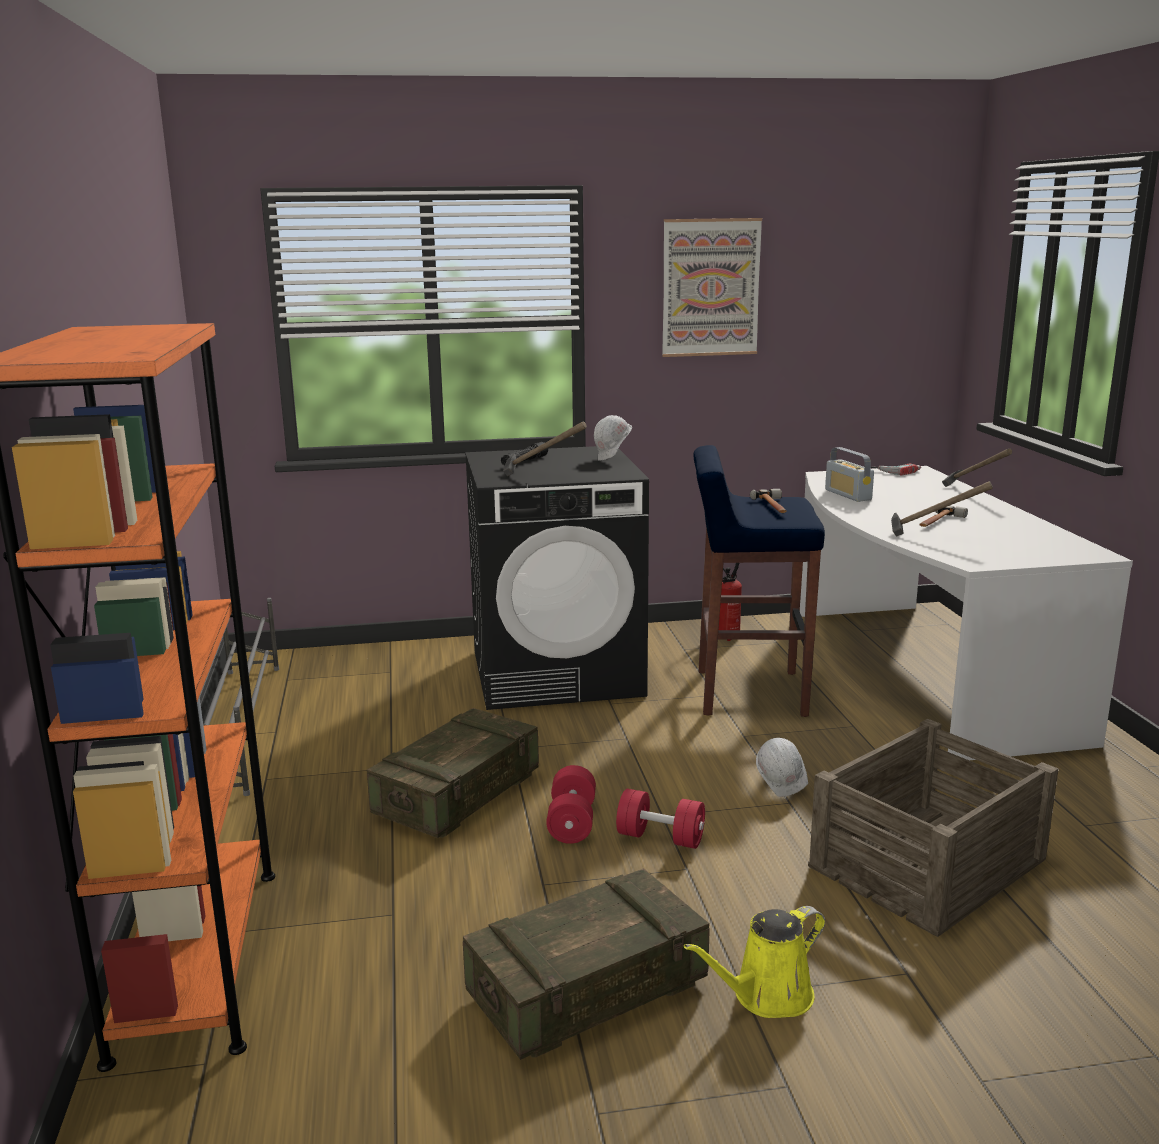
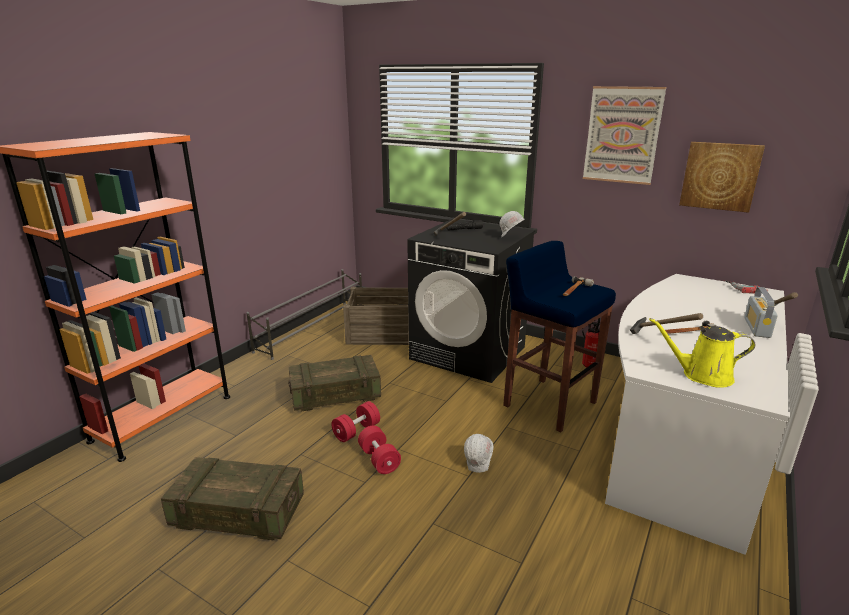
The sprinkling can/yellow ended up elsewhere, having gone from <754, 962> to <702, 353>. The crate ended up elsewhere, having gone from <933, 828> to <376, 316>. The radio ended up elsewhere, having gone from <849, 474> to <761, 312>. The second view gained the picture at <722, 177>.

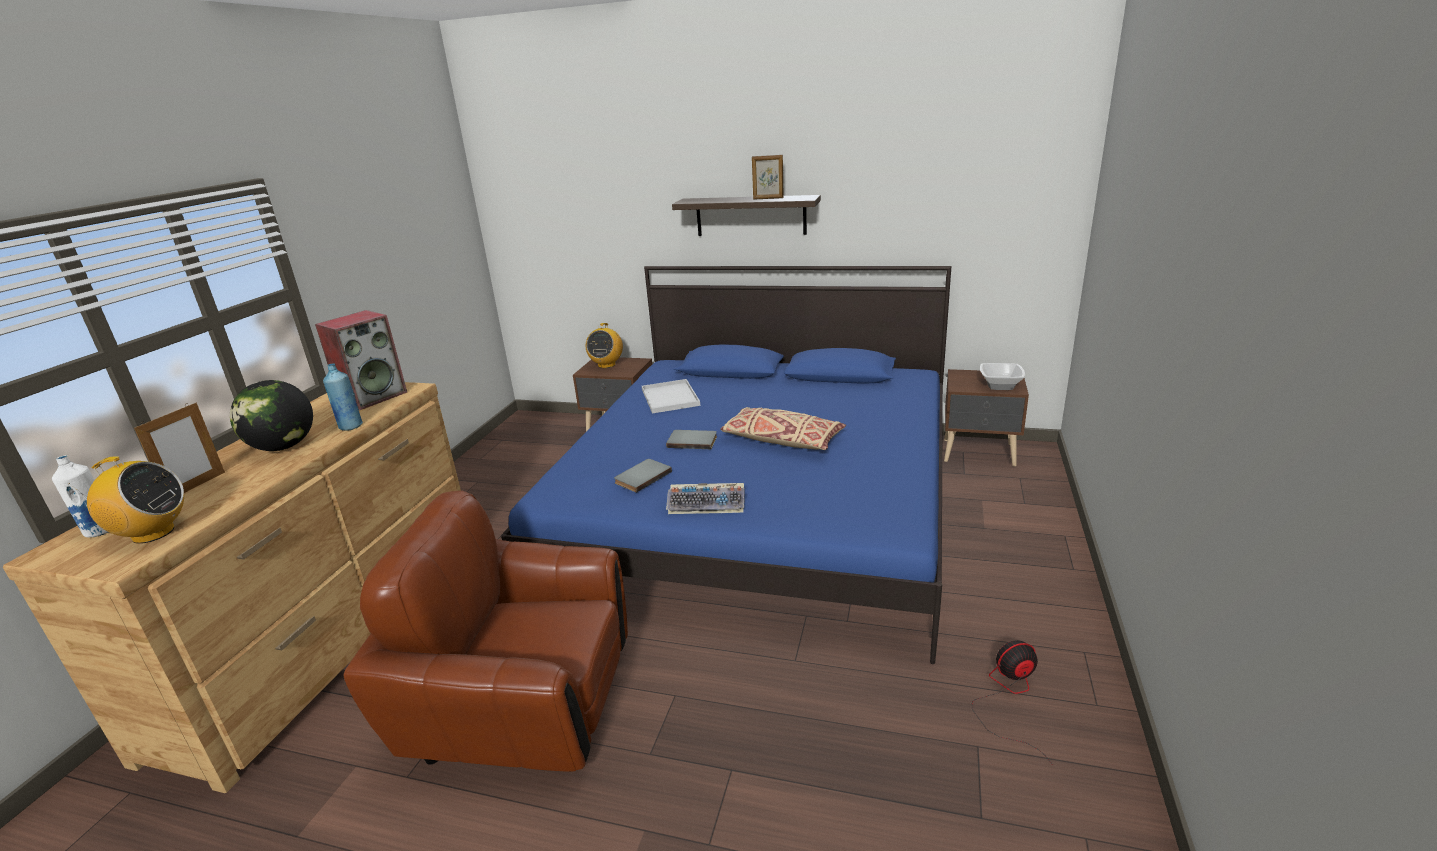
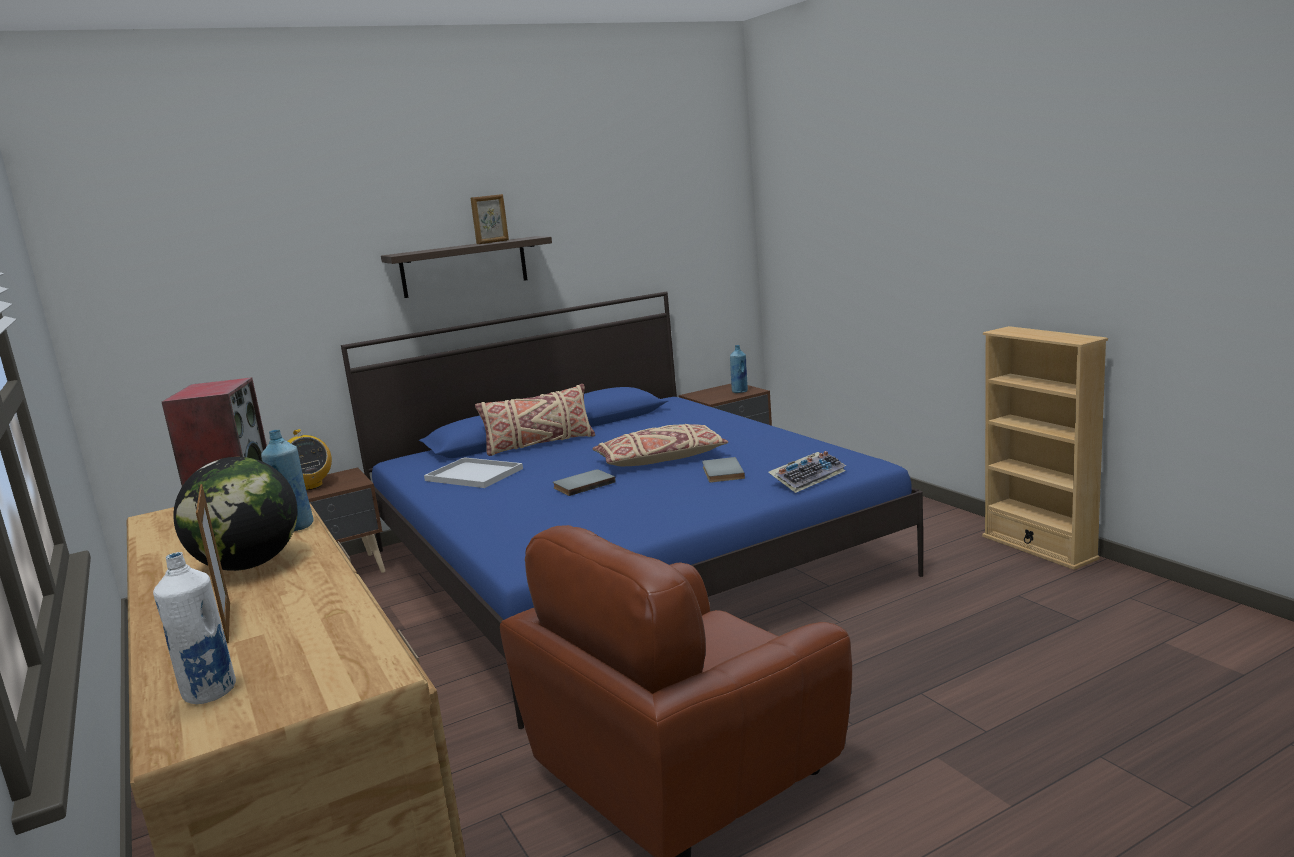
The second view lost the radio at <126, 500>. The bound book/greyish ended up elsewhere, having gone from <643, 476> to <723, 470>. The computer keyboard ended up elsewhere, having gone from <705, 498> to <807, 472>. The second view lost the electric fan at <1012, 702>. Where the deep dish stood at <1002, 376>, the drink bottle/blue-coloured came to stand at <739, 369>. The second view gained the throw pillow/sand-coloured at <535, 420>. The second view gained the shelving unit/sand-coloured at <1045, 448>.

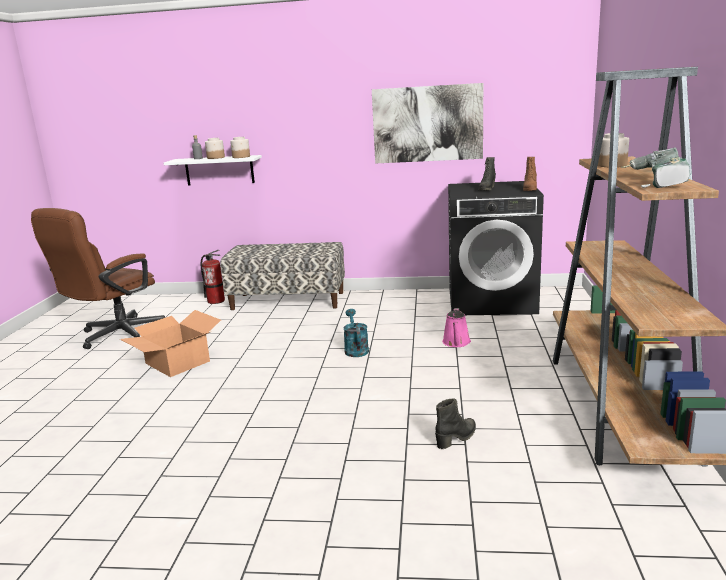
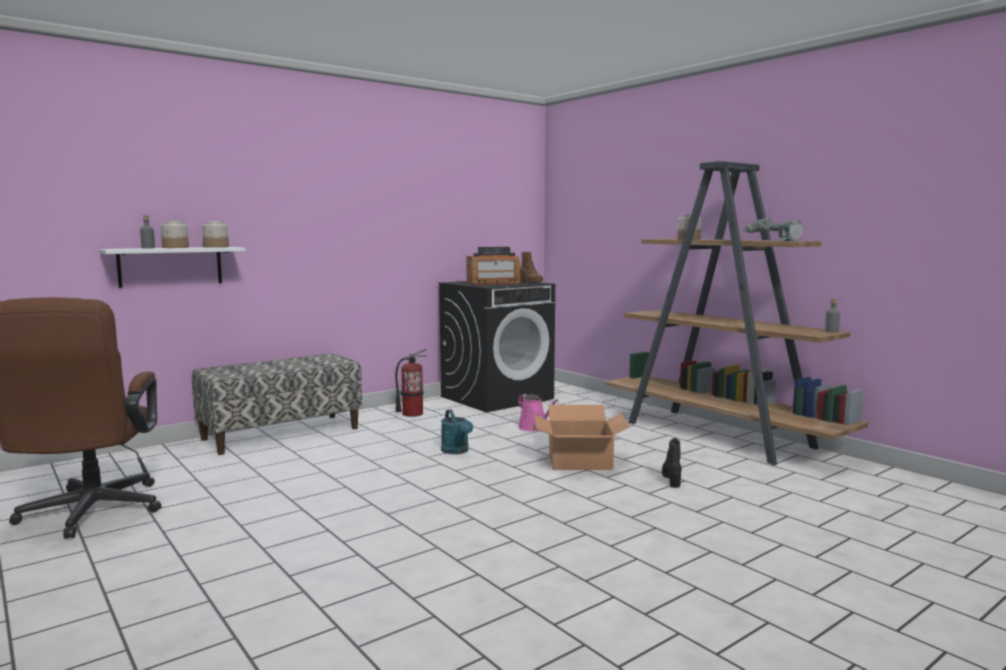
The cardboard box ended up elsewhere, having gone from <170, 343> to <582, 437>. The extinguisher ended up elsewhere, having gone from <213, 277> to <410, 383>. The sprinkling can/turquoise at <356, 333> ended up facing another way, 150 degrees counterclockwise from before. The second view lost the picture at <427, 123>. Where the boot/black-coloured stood at <487, 173>, the radio came to stand at <493, 266>. The second view gained the drink bottle/greyish at <832, 315>.

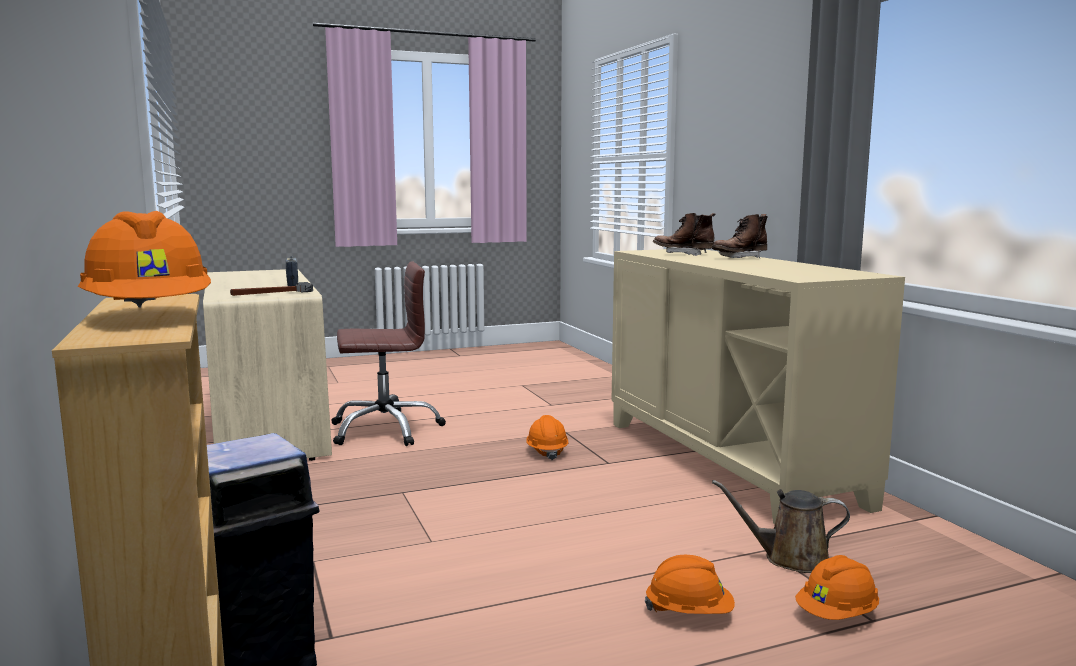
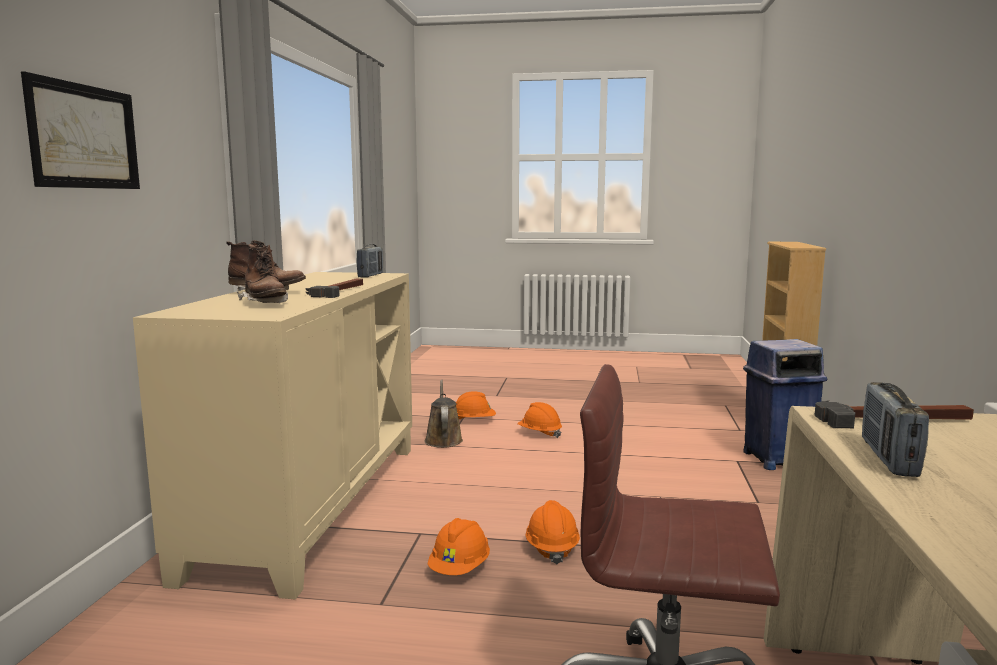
The safety helmet/orange ended up elsewhere, having gone from <144, 259> to <552, 532>. The sprinkling can/brown-coloured at <781, 526> ended up facing another way, 135 degrees counterclockwise from before. The second view gained the picture at <80, 130>. The second view gained the hand hammer at <334, 288>. The second view gained the radio at <370, 261>.

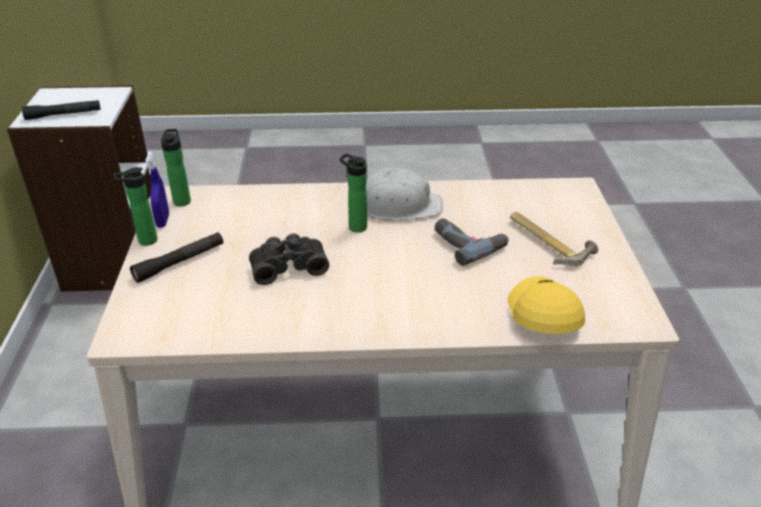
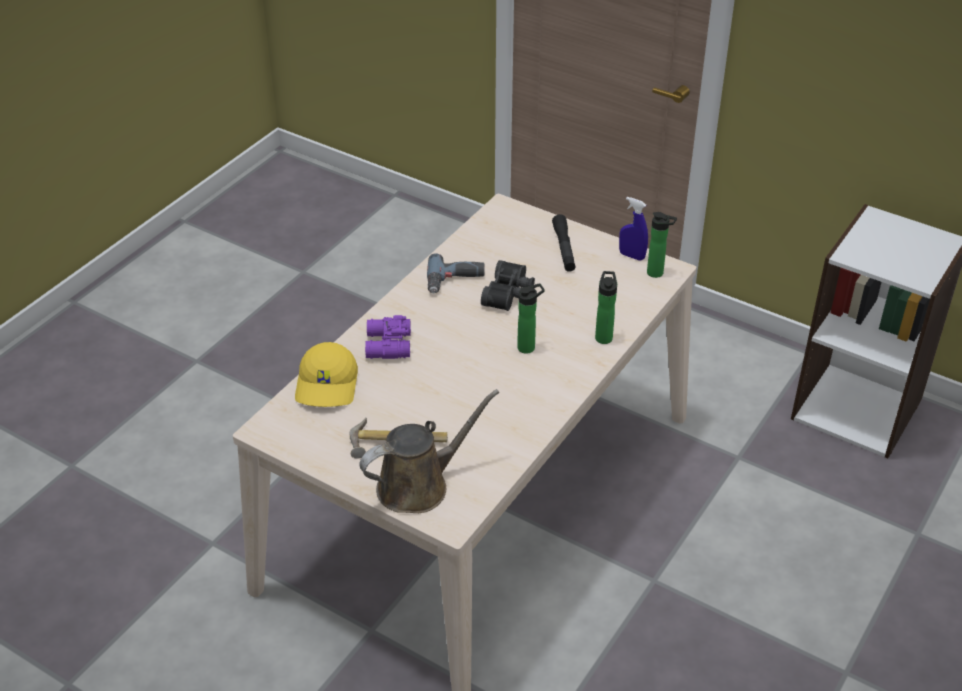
The second view lost the flashlight/black-coloured at <61, 110>. The drink bottle ended up elsewhere, having gone from <135, 206> to <606, 307>. The second view lost the safety helmet/whitish at <404, 194>. The drill ended up elsewhere, having gone from <472, 242> to <456, 273>. The cap/yellow at <546, 305> ended up facing another way, 60 degrees clockwise from before. The second view gained the sprinkling can/brown-coloured at <429, 451>. The second view gained the pair of binoculars/purplish at <388, 337>.

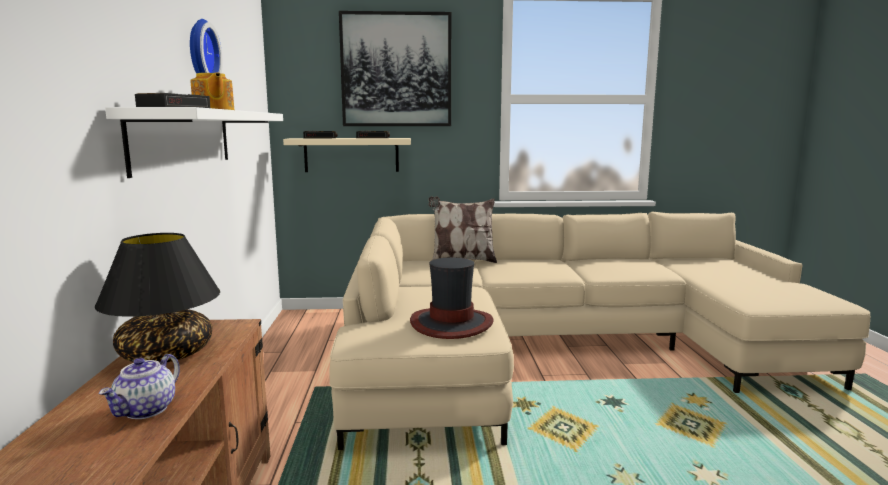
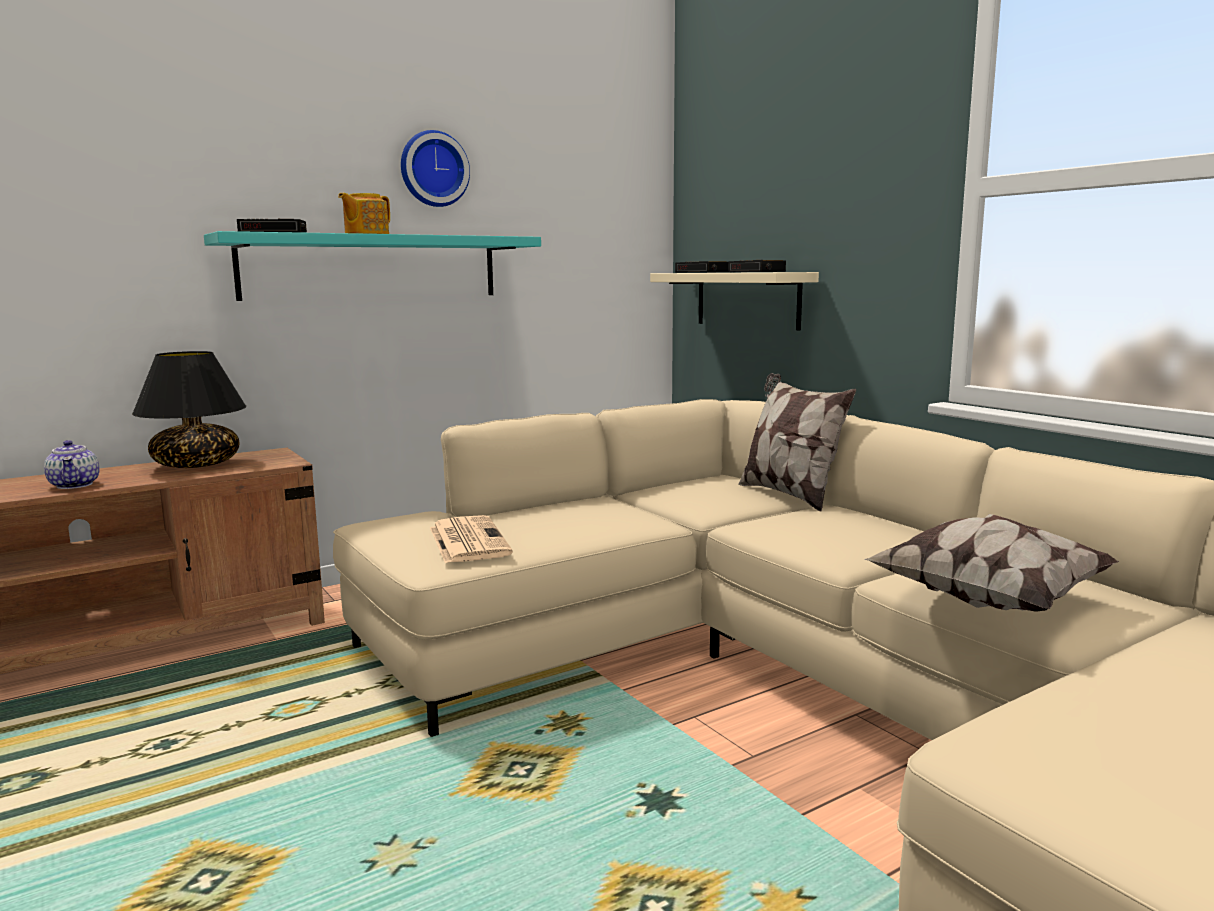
The teapot at <139, 386> ended up facing another way, 105 degrees counterclockwise from before. What was the wall shelf/whitish at <194, 142> turned into the wall shelf/turquoise at <372, 266>. The second view lost the picture at <395, 68>. Where the wearable hat stood at <452, 298>, the printed paper came to stand at <471, 539>. The second view gained the throw pillow at <991, 563>.

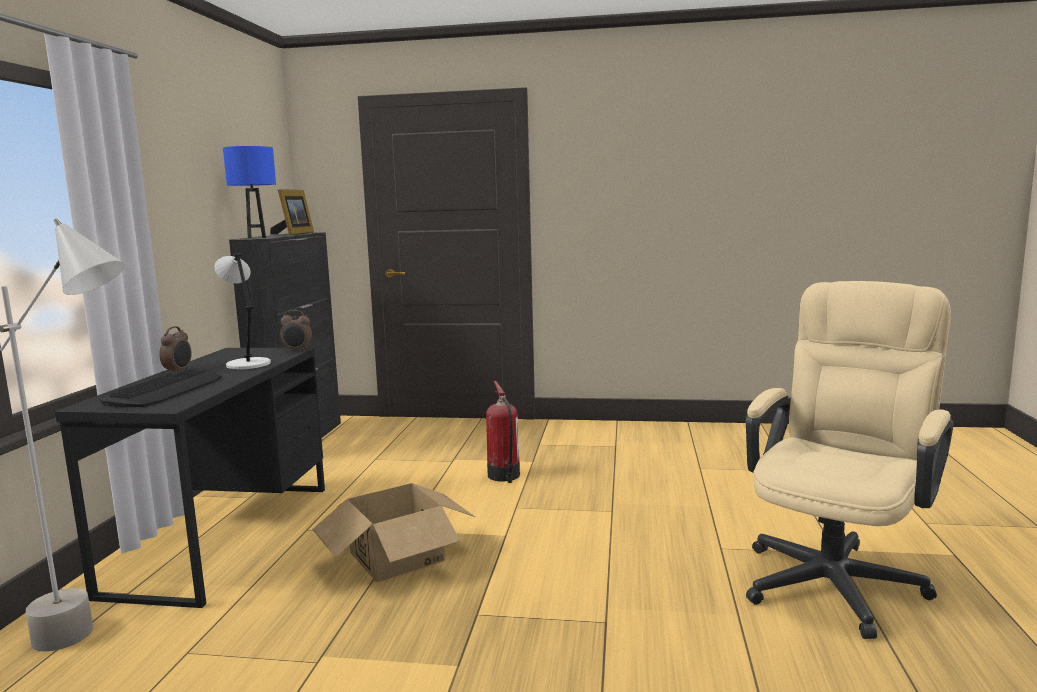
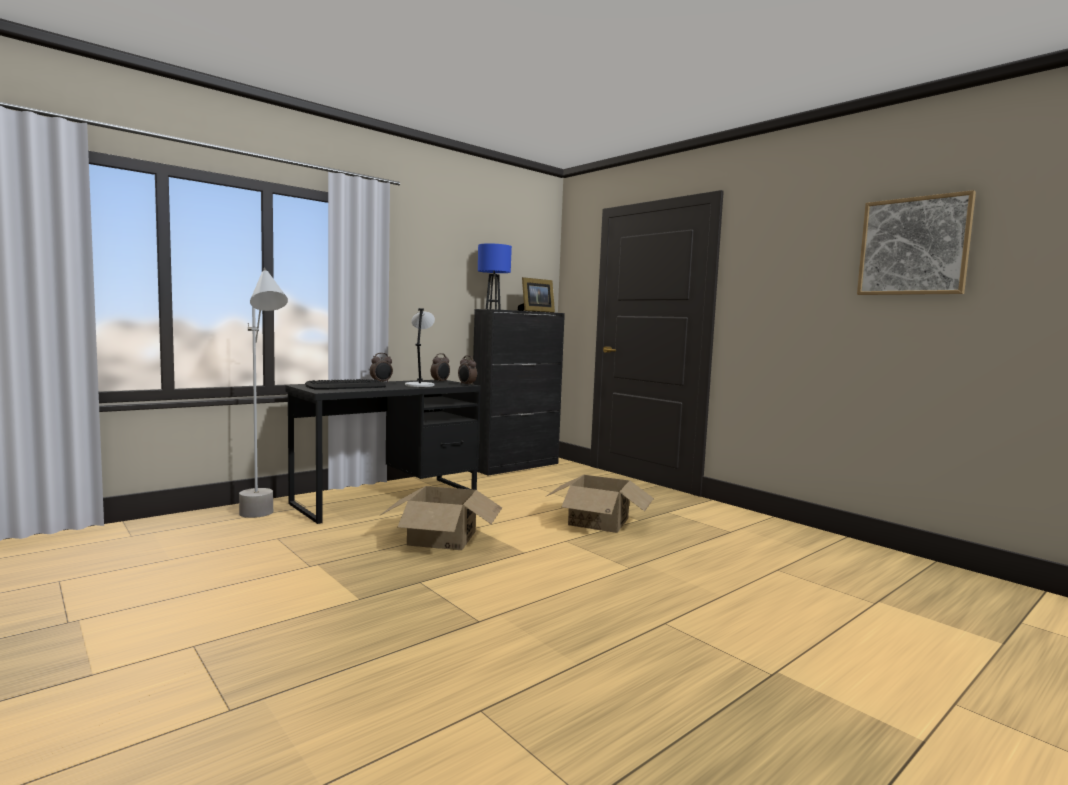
Where the extinguisher stood at <503, 432>, the cardboard box came to stand at <599, 504>. The second view lost the desk chair/sand-coloured at <850, 460>. The second view gained the bedside clock at <440, 367>. The second view gained the picture at <916, 242>.

